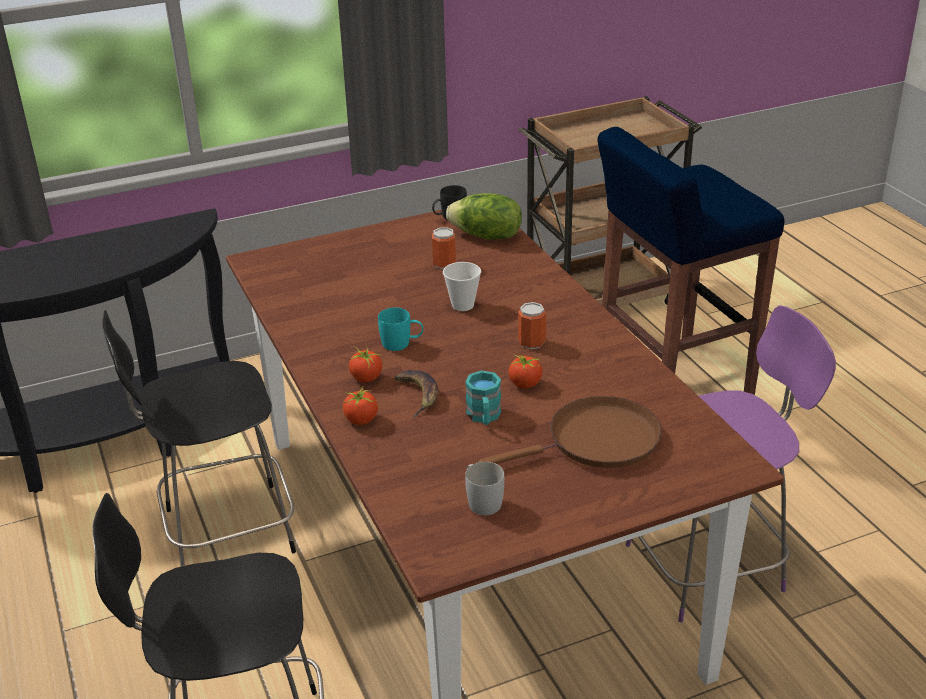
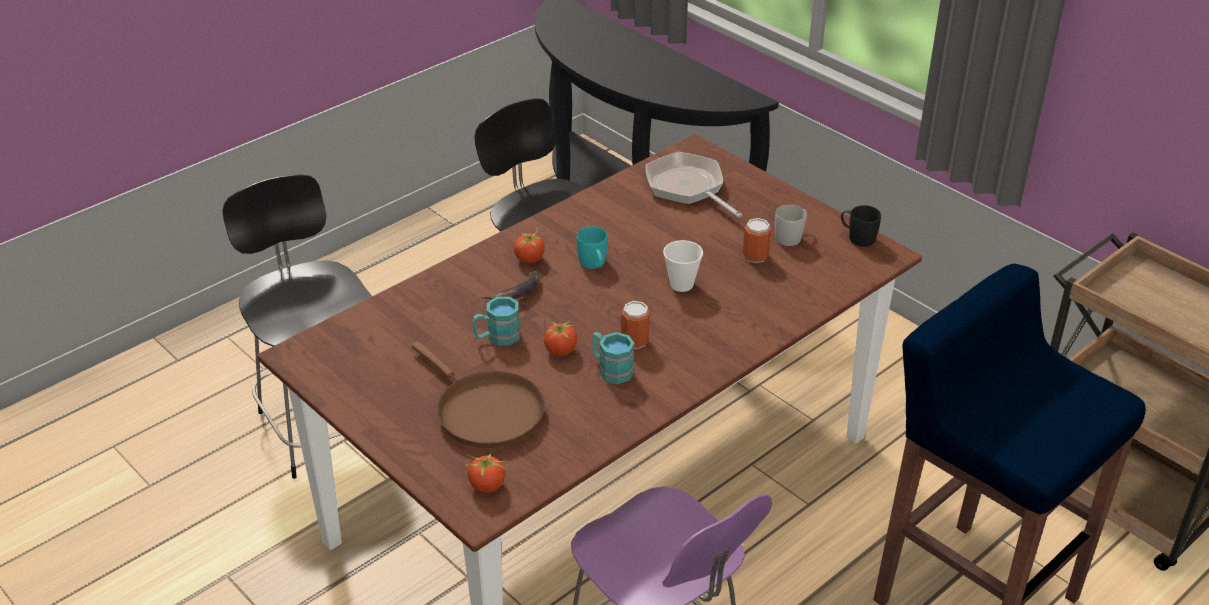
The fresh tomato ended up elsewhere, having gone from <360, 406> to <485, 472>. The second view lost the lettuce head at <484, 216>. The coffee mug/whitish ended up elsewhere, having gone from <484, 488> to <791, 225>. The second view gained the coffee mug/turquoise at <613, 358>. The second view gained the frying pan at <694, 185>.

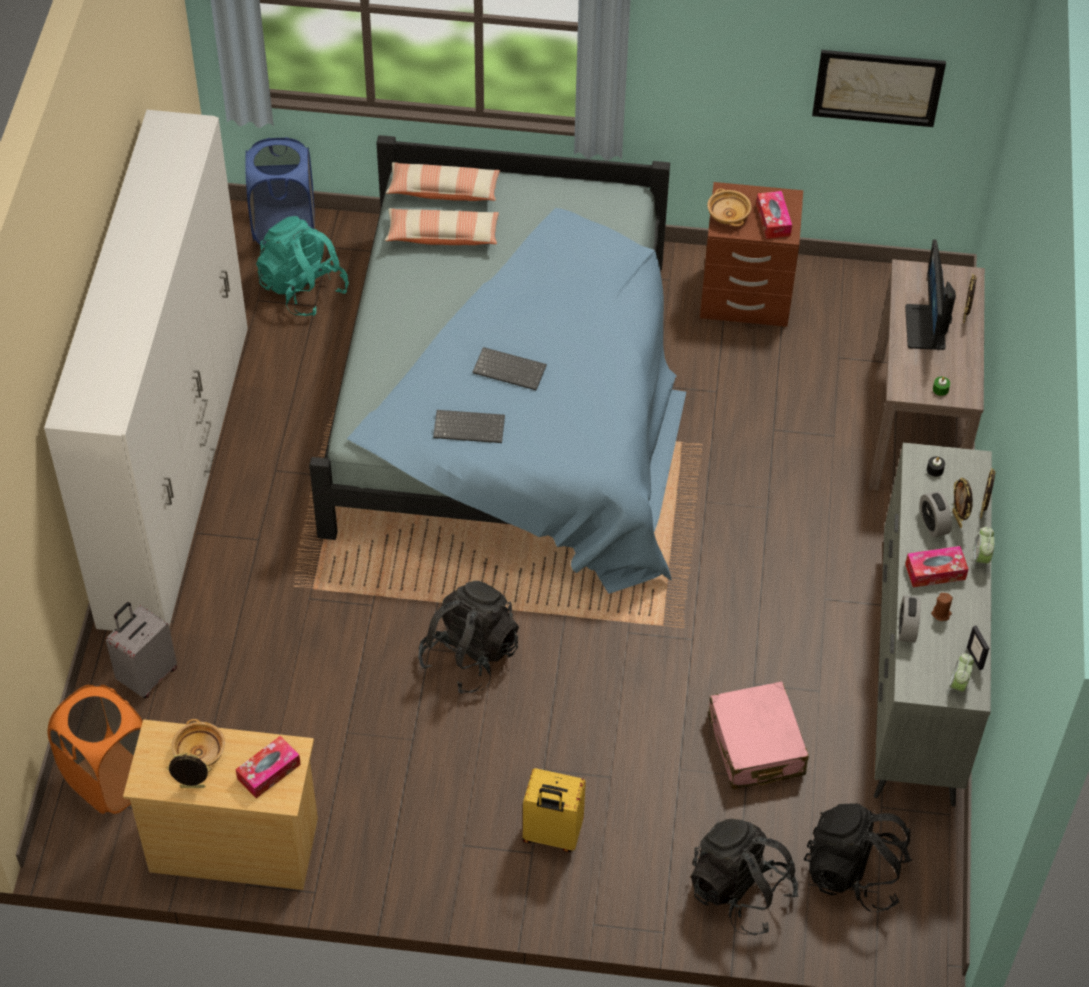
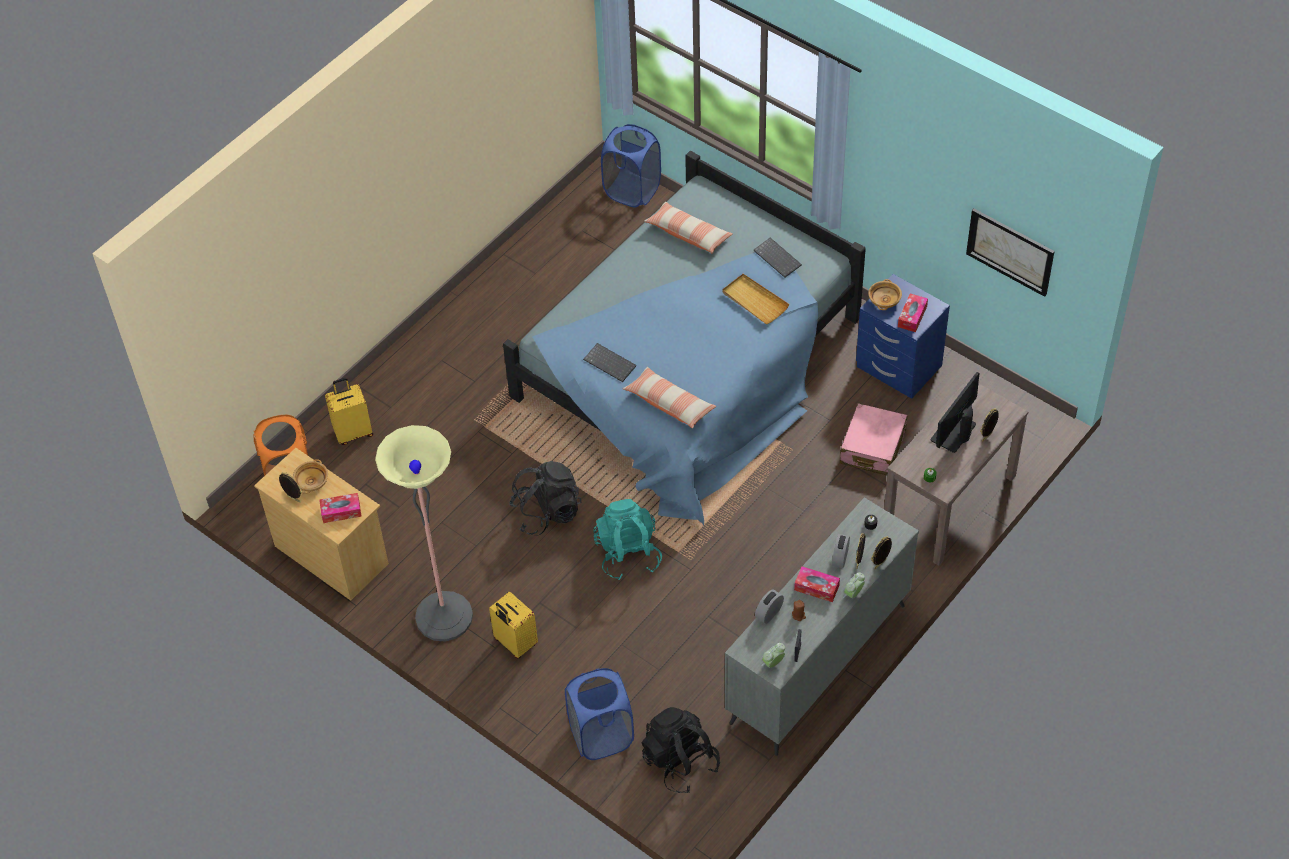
The second view lost the clothes cupboard/whitish at <146, 370>. What was the piece of luggage/greyish at <141, 650> turned into the piece of luggage/yellow at <349, 411>. The knapsack/turquoise ended up elsewhere, having gone from <302, 266> to <627, 539>. The throw pillow ended up elsewhere, having gone from <443, 181> to <669, 398>. The computer keyboard ended up elsewhere, having gone from <509, 368> to <777, 258>. Where the knapsack/black-coloured stood at <745, 877>, the hamper/blue-coloured came to stand at <599, 714>. What was the night table/brown-coloured at <751, 254> turned into the night table/blue-coloured at <903, 336>. The piece of luggage/pinkish ended up elsewhere, having gone from <758, 735> to <873, 439>. The second view gained the standard lamp at <424, 533>. The second view gained the carrying tray/sand-coloured at <755, 299>.

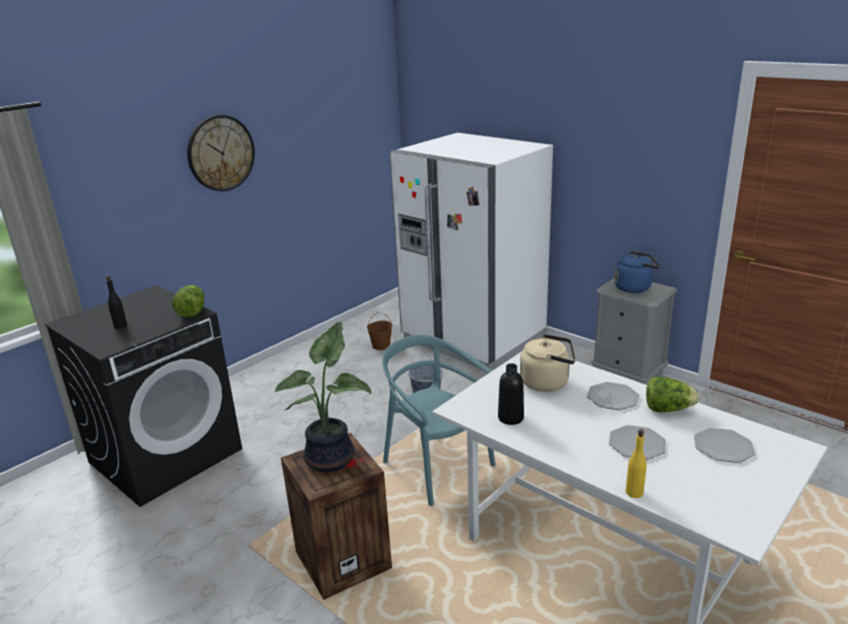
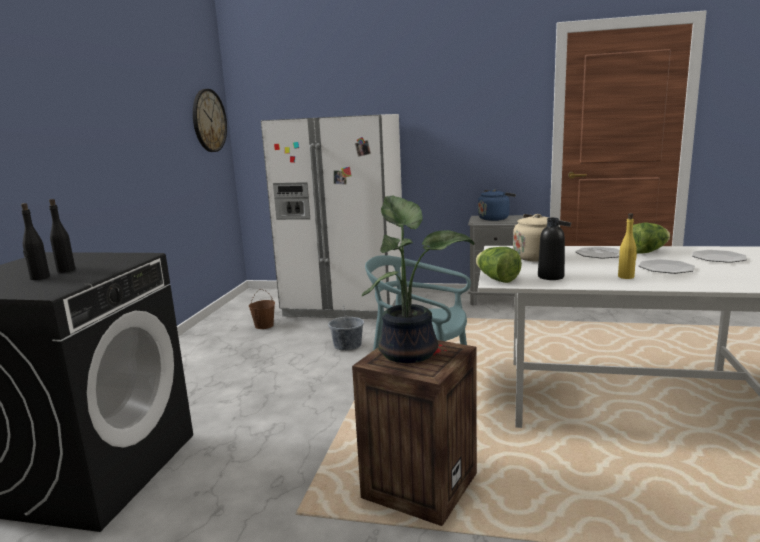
The lettuce head ended up elsewhere, having gone from <188, 301> to <499, 265>. The wall clock ended up elsewhere, having gone from <221, 153> to <210, 120>. The drink bottle/yellow ended up elsewhere, having gone from <636, 463> to <627, 246>. The second view gained the drink bottle/black-coloured at <62, 236>.

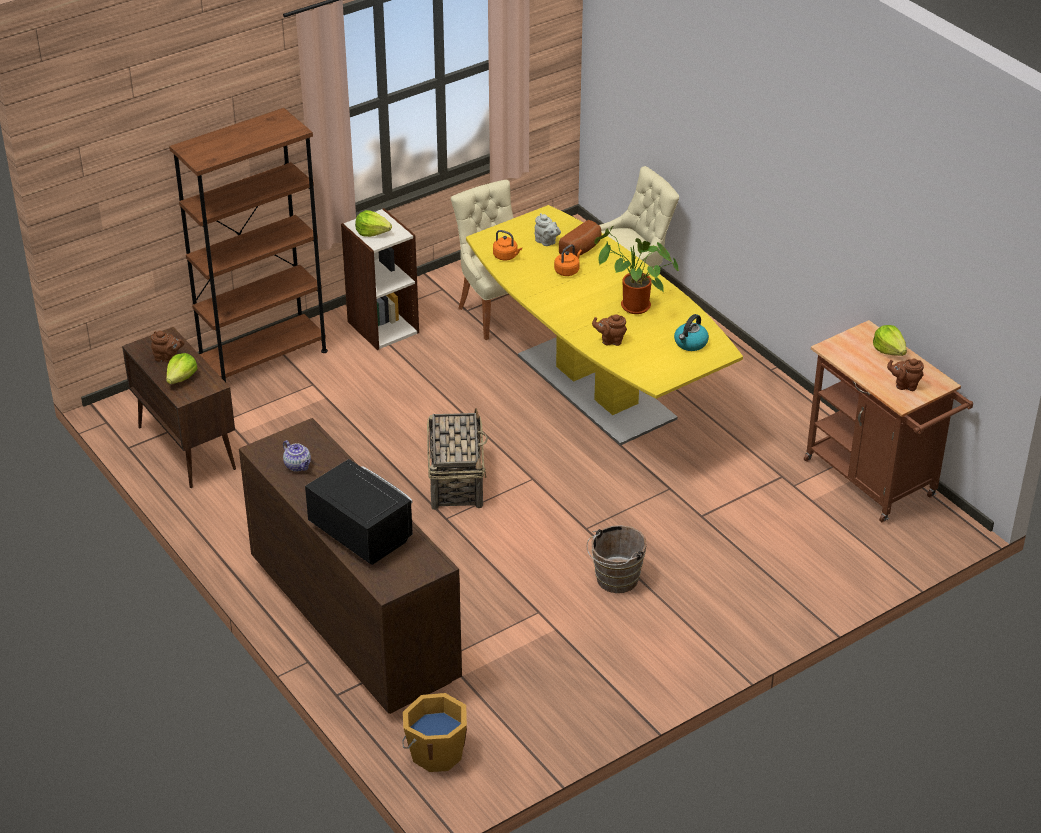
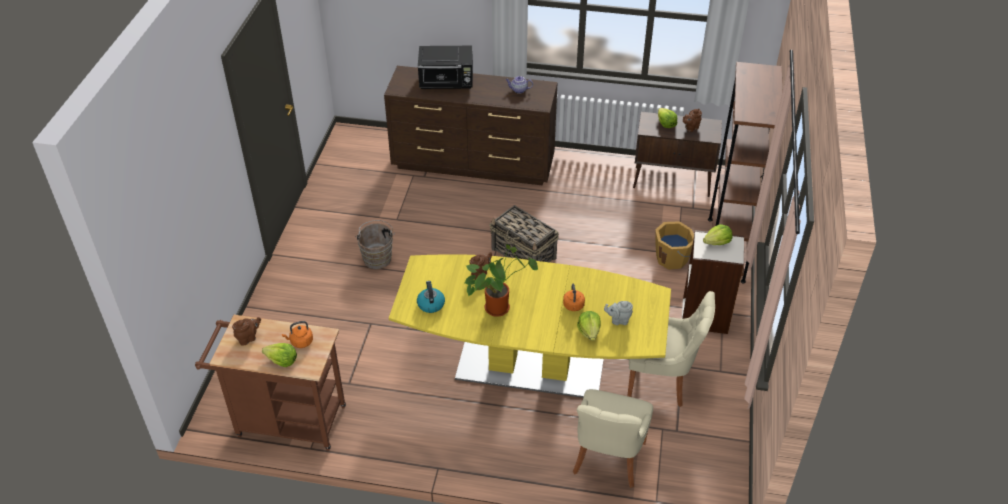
The water bucket/orange ended up elsewhere, having gone from <434, 732> to <674, 245>. The kettle/orange ended up elsewhere, having gone from <507, 245> to <297, 334>. Where the baked bread stood at <580, 238>, the lettuce head came to stand at <589, 326>.

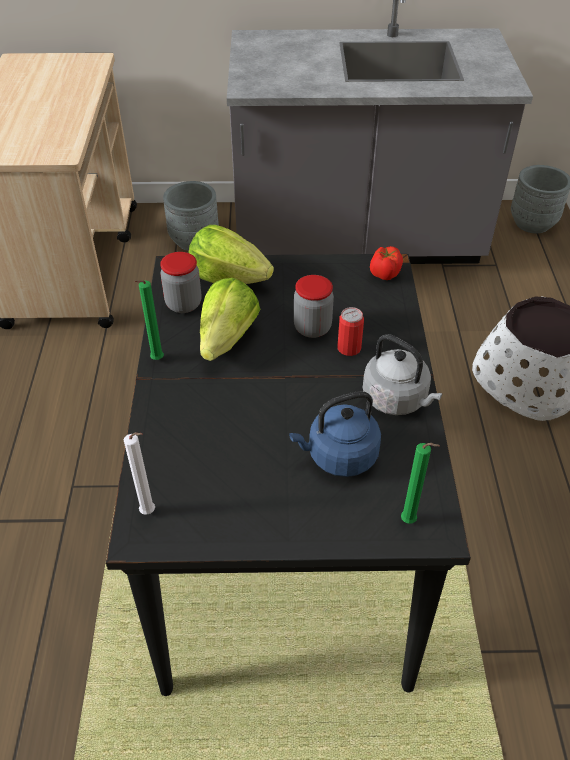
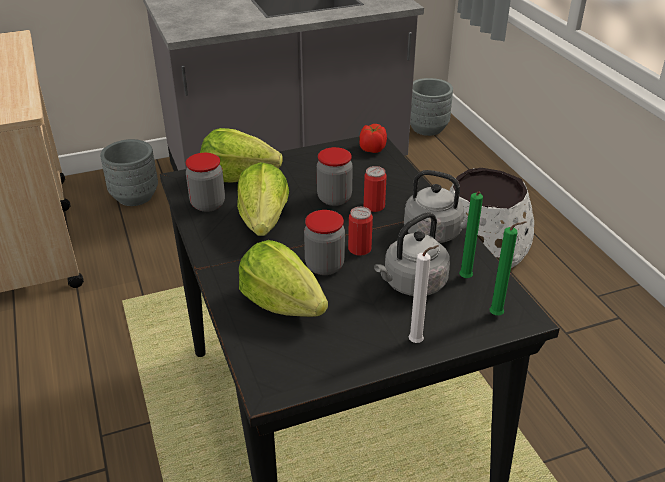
The wax candle/whitish ended up elsewhere, having gone from <139, 473> to <424, 294>. The wax candle/green-coloured ended up elsewhere, having gone from <149, 320> to <471, 235>. What was the kettle/blue-coloured at <335, 434> turned into the kettle/greyish at <412, 254>. The second view gained the lettuce head at <283, 278>. The second view gained the preserve jar at <324, 242>. The second view gained the can at <360, 231>.

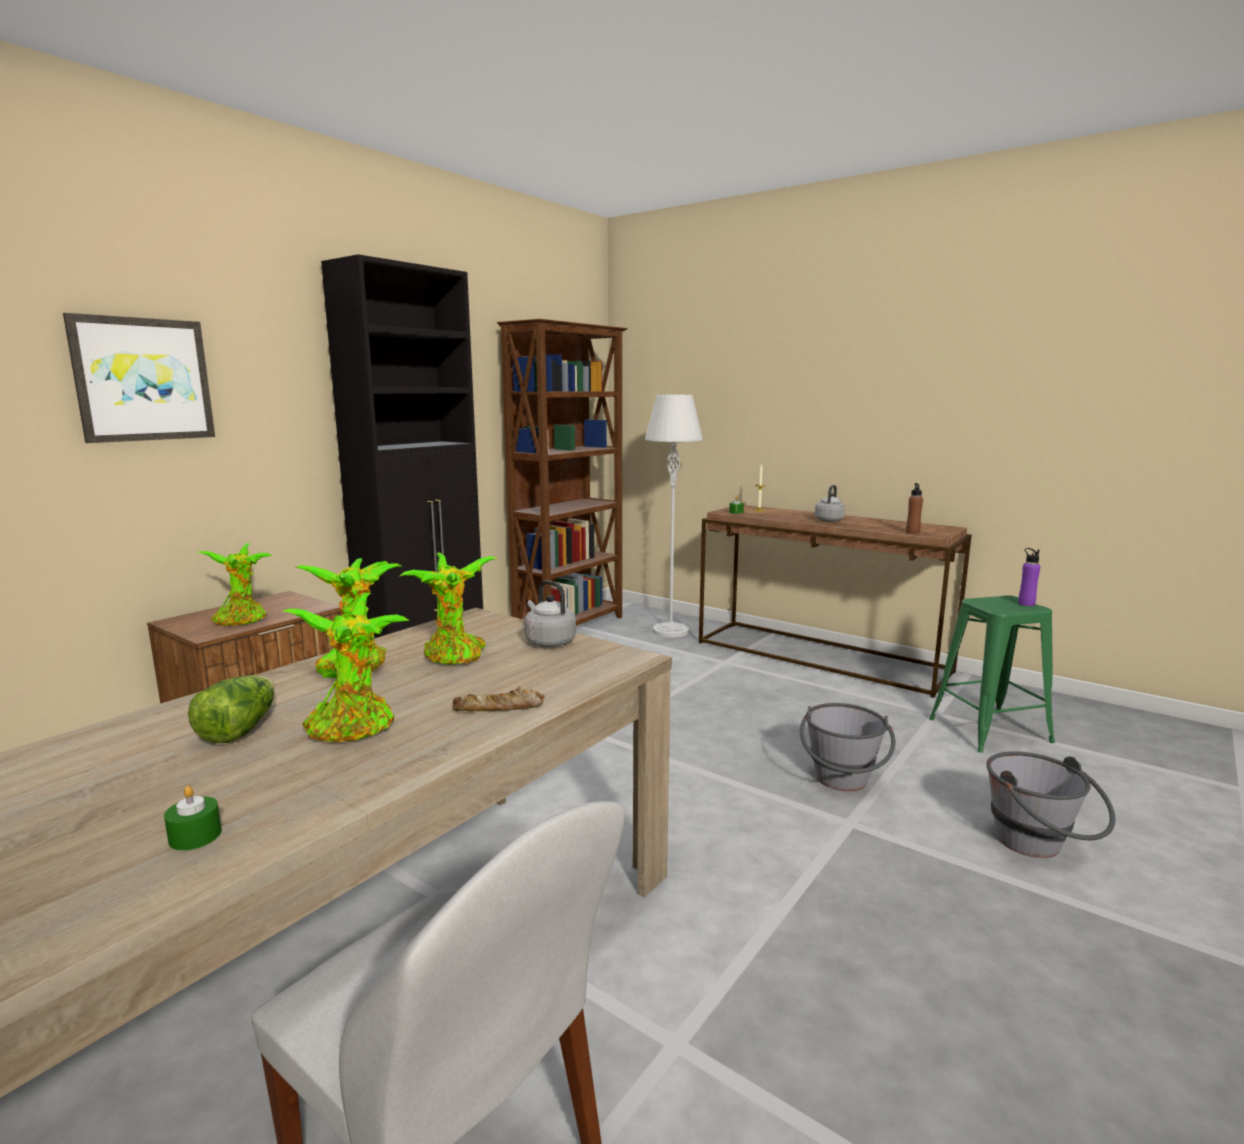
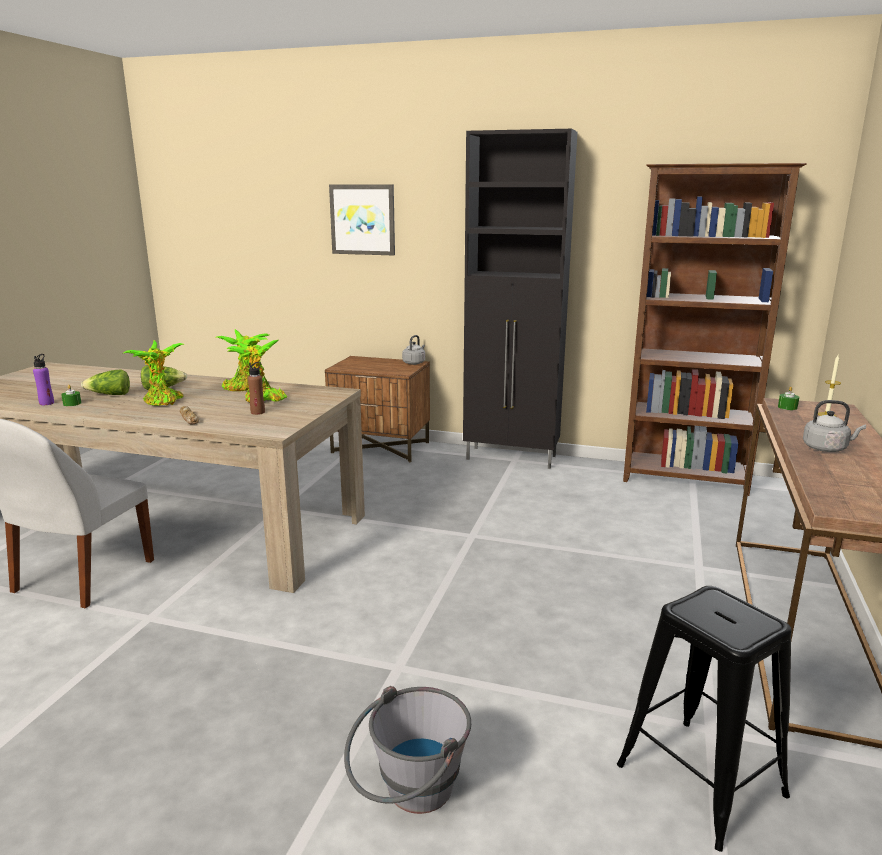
The second view lost the houseplant at <235, 584>. The kettle/greyish ended up elsewhere, having gone from <550, 613> to <413, 350>. The second view lost the standard lamp/greyish at <674, 516>. The second view lost the water bucket/greyish at <847, 747>. The drink bottle/brown-coloured ended up elsewhere, having gone from <914, 508> to <256, 388>. What was the stool/green-coloured at <992, 674> turned into the stool/black-coloured at <704, 719>. The drink bottle/purplish ended up elsewhere, having gone from <1029, 577> to <43, 379>. The second view gained the lettuce head at <105, 382>.

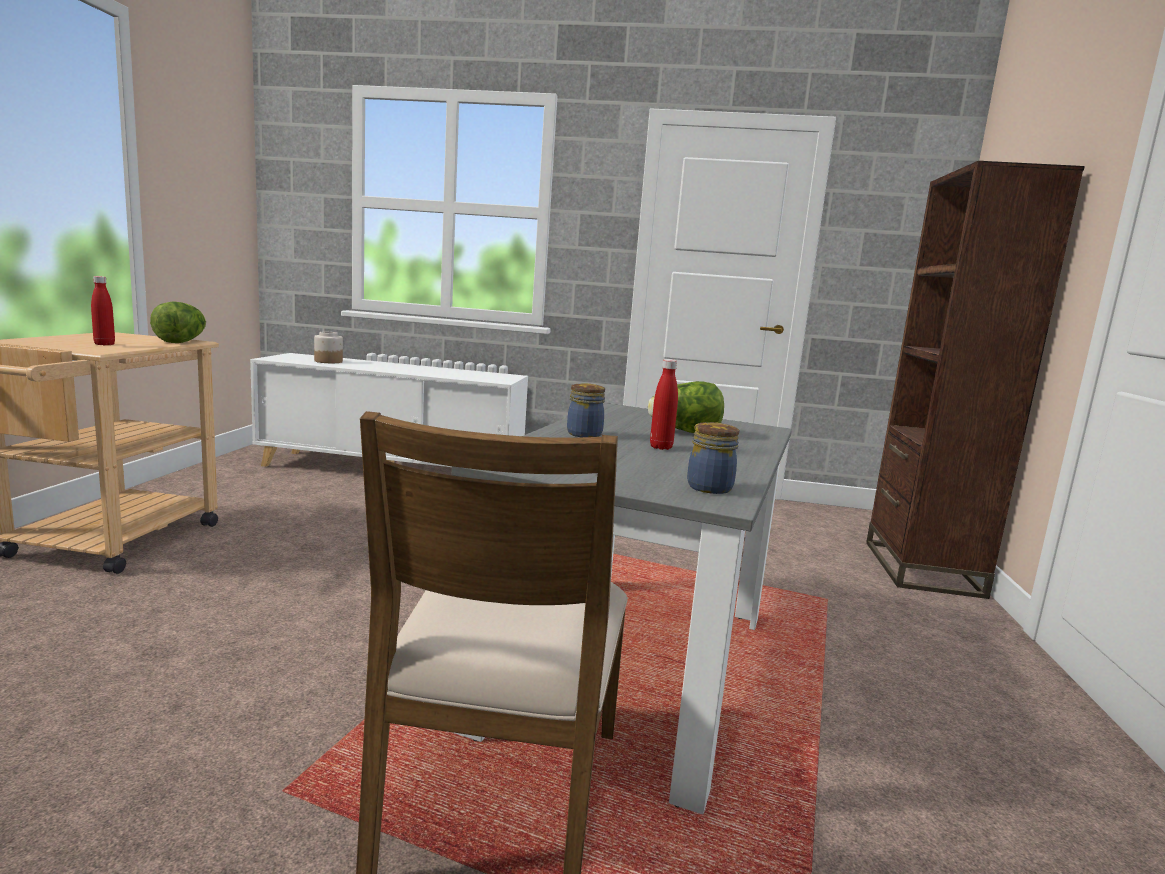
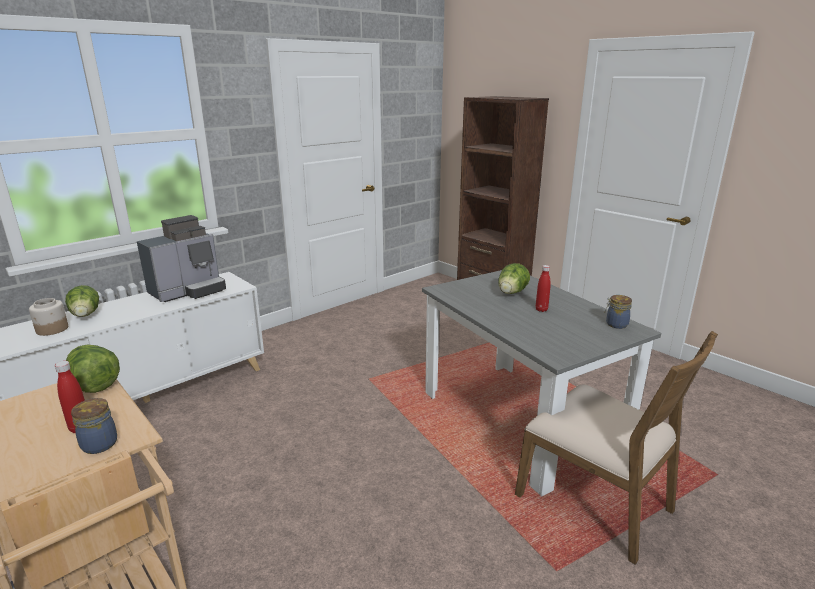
The preserve jar ended up elsewhere, having gone from <586, 410> to <94, 426>. The second view gained the lettuce head at <82, 301>. The second view gained the coffee machine at <181, 258>.

